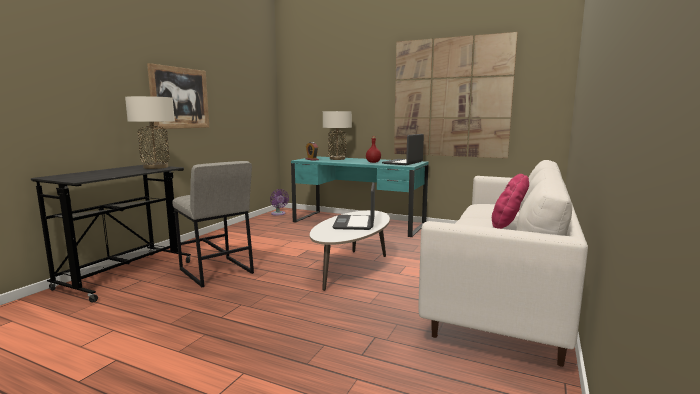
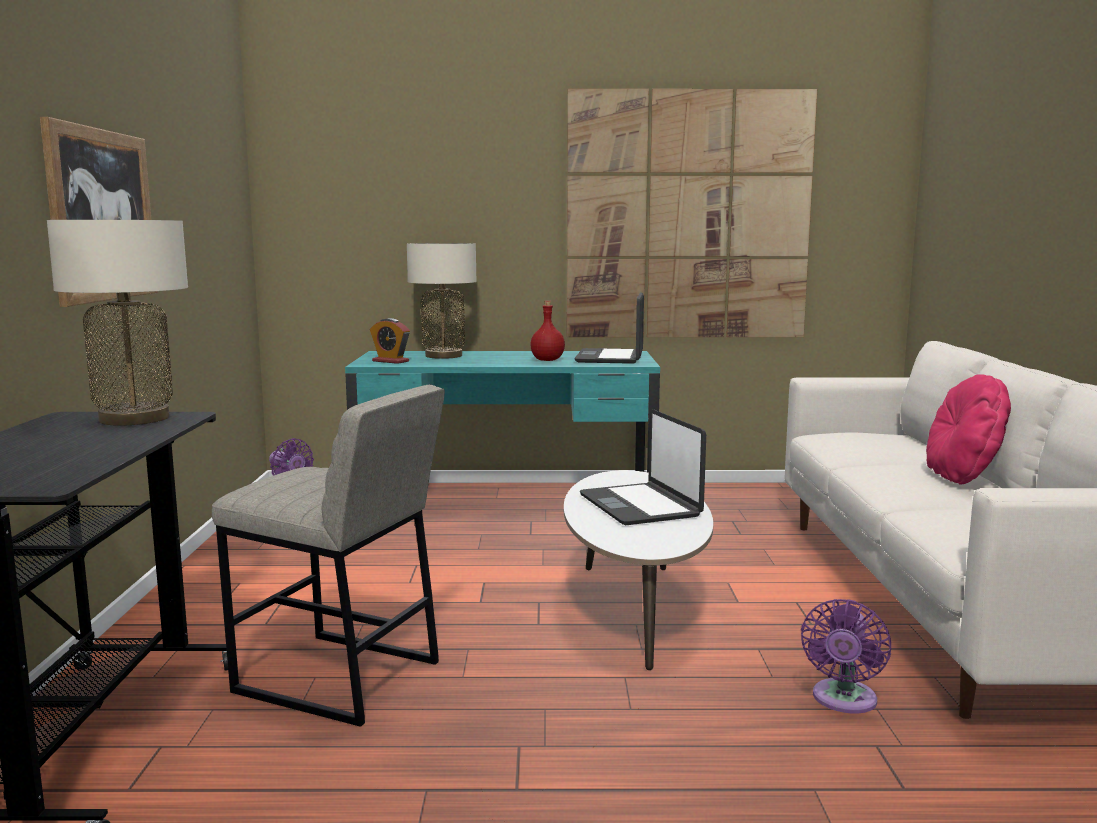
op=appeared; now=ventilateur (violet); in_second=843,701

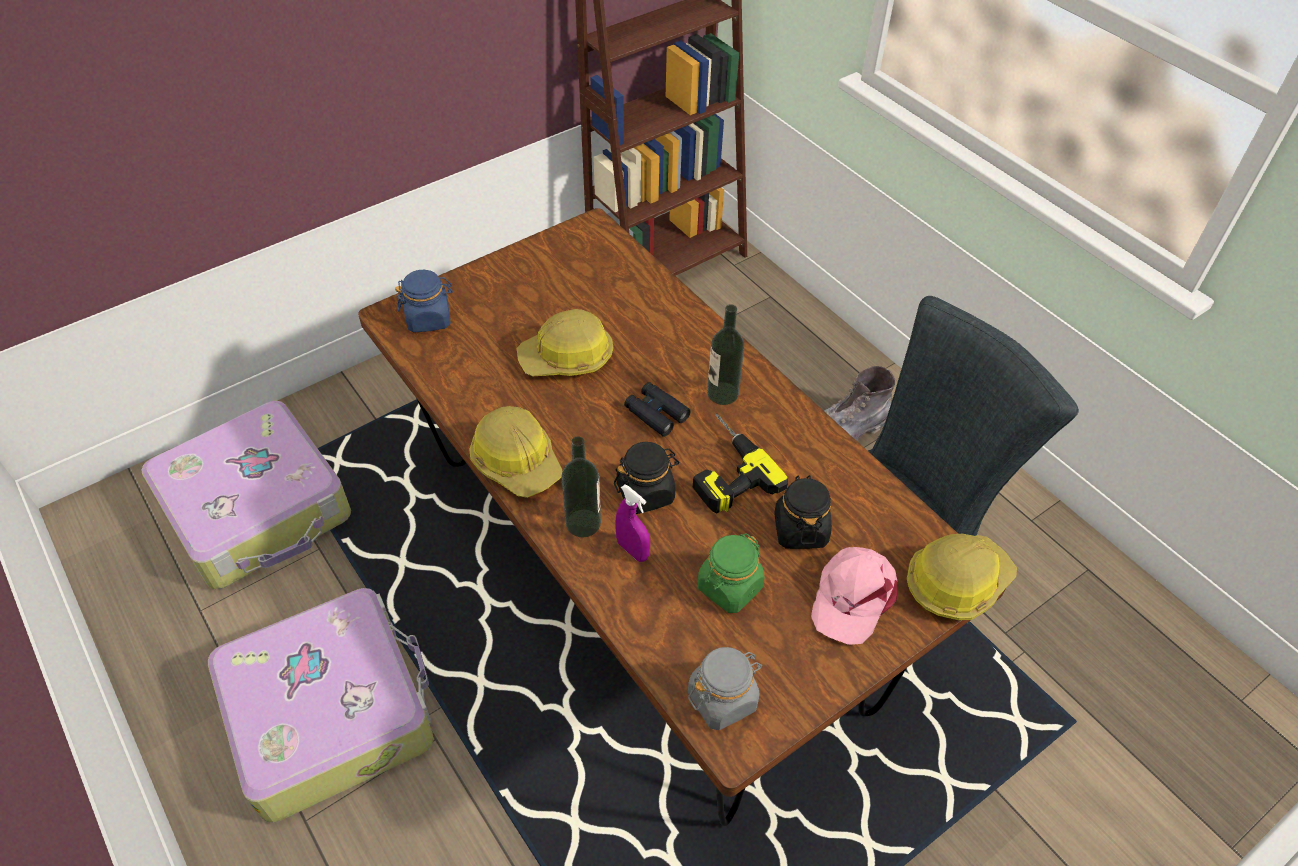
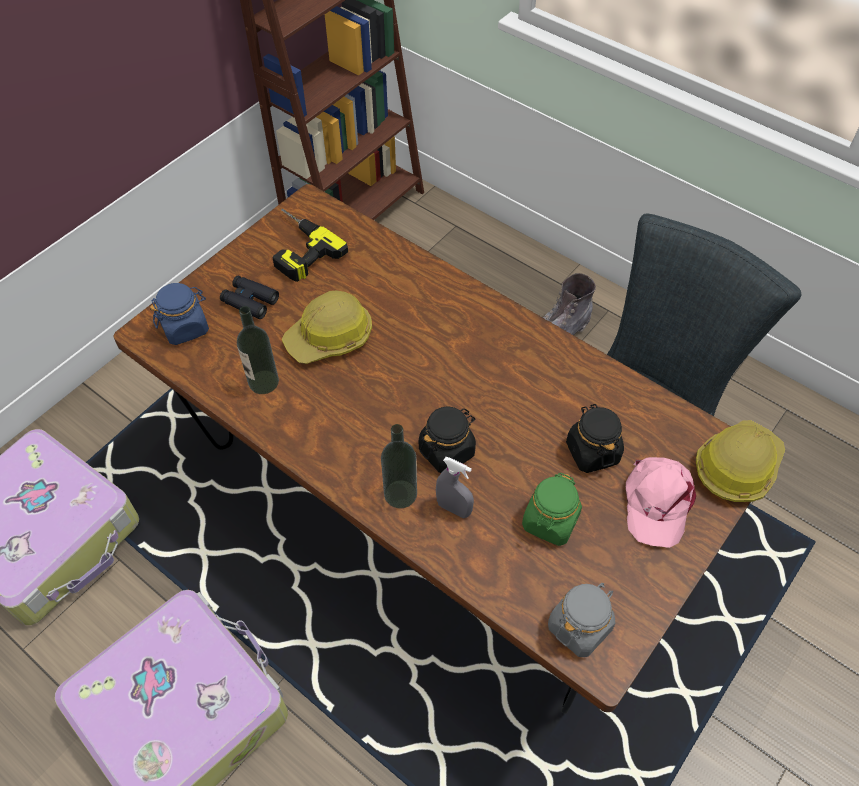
op=relocated; was=jumelles (noir); in_first=656,413; in_second=250,301
op=relocated; was=bouteille; in_first=722,393; in_second=263,382
op=relocated; was=perceuse; in_first=723,468; in_second=296,248
op=colour; was=vaporisateur (violet); now=vaporisateur (gris); in_first=632,550; in_second=454,508
op=missing; was=casque de chantier; in_first=517,461

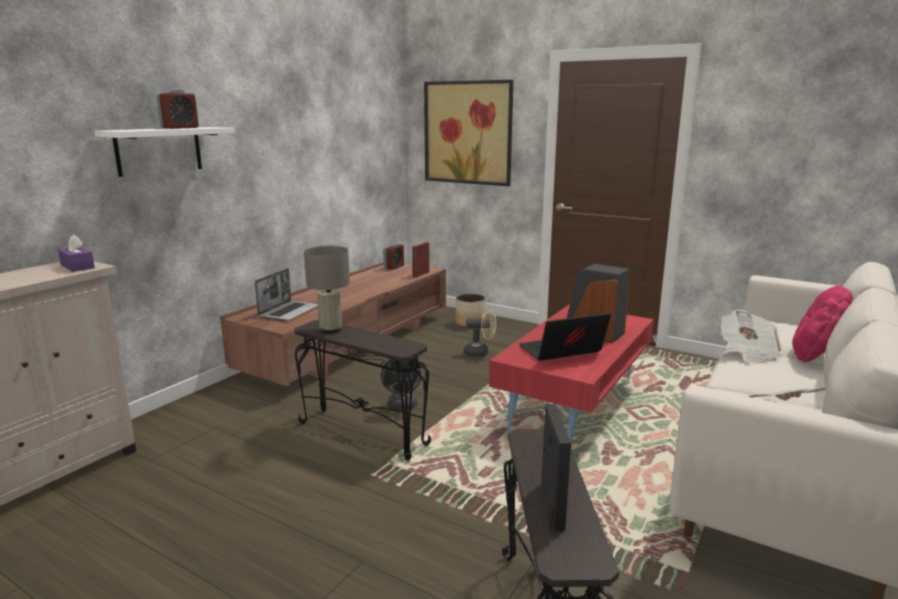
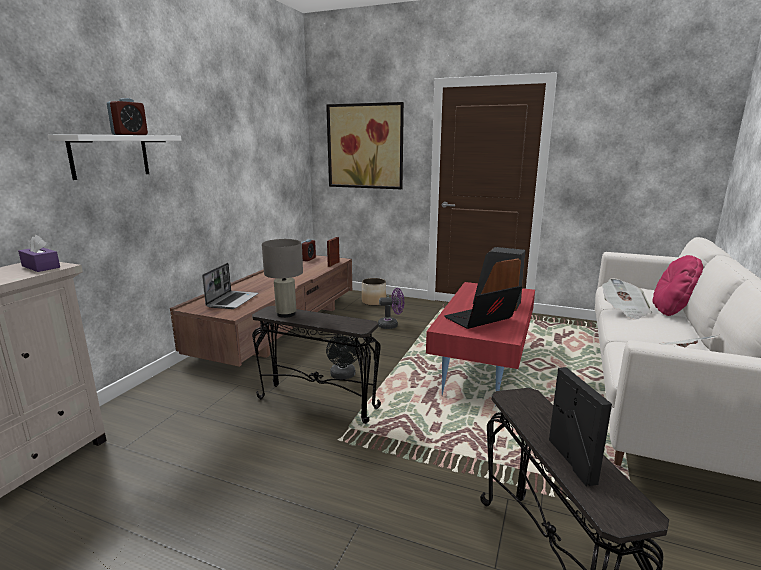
op=colour; was=ventilateur (beige); now=ventilateur (violet); in_first=480,352; in_second=391,325

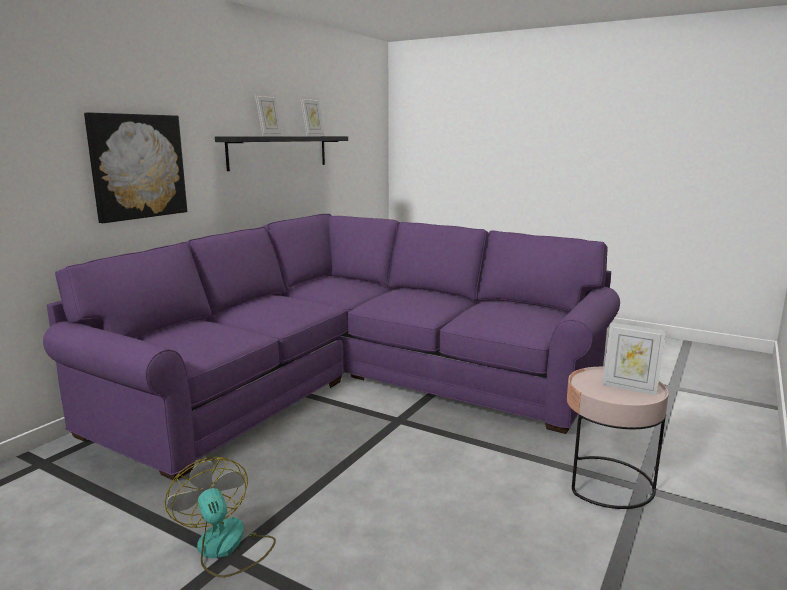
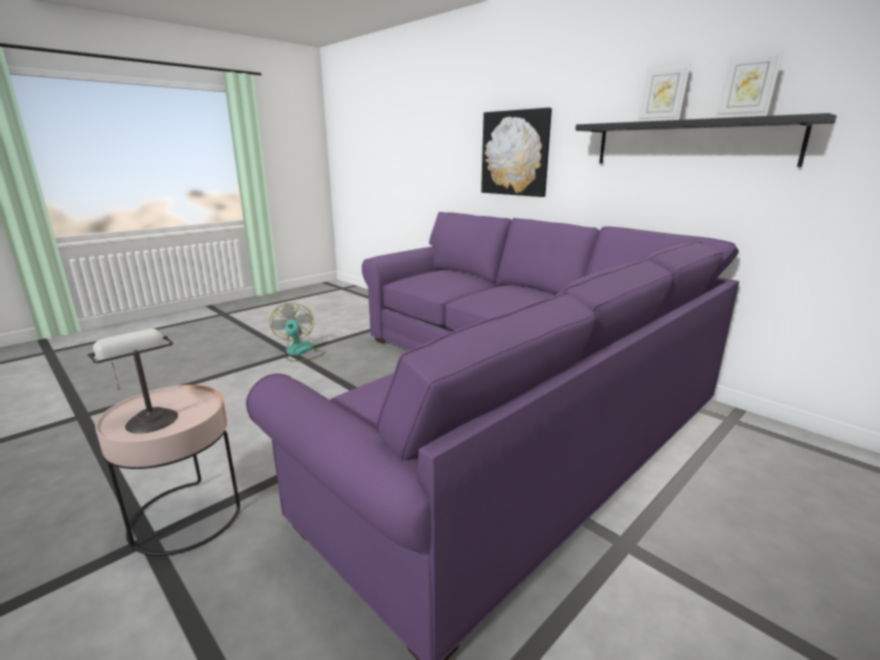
op=exchanged; was=cadre photo; now=lampe de table; in_first=629,388; in_second=147,417
op=spun; was=ventilateur; in_first=226,547; in_second=300,352; clockwise=-90

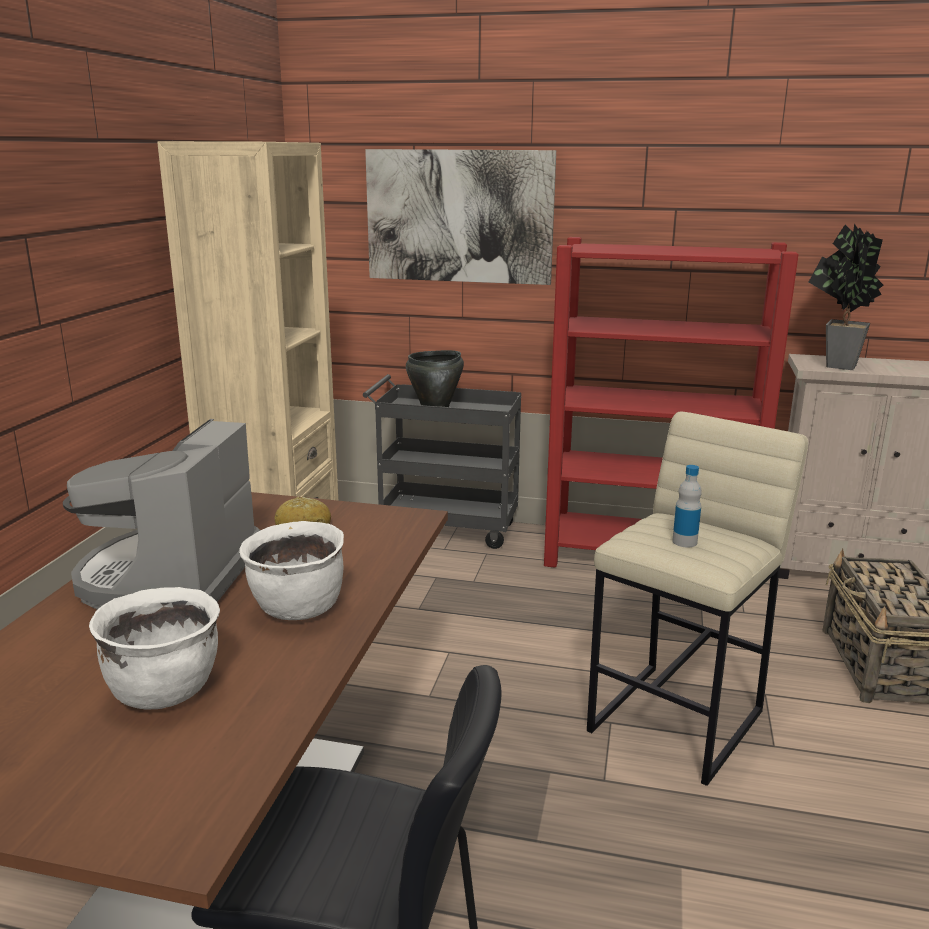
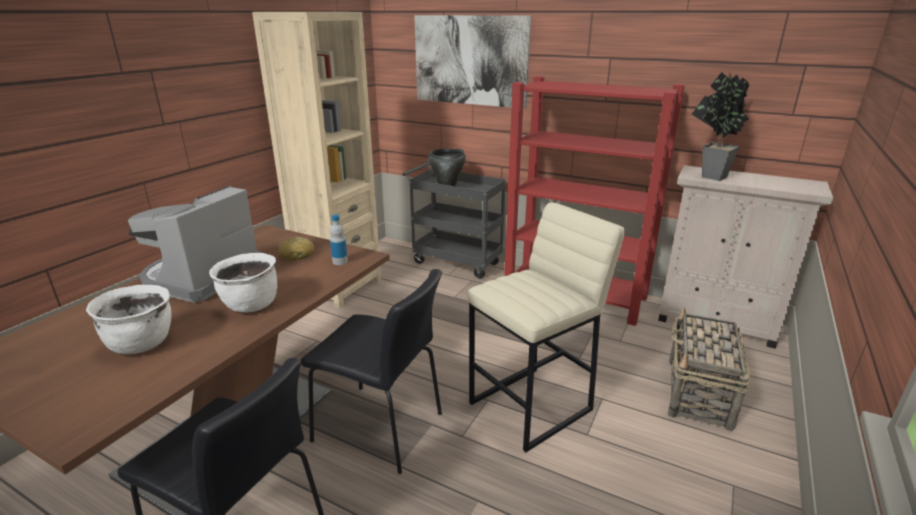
op=appeared; now=chaise (noir); in_second=382,428
op=relocated; was=bouteille; in_first=684,542; in_second=340,261

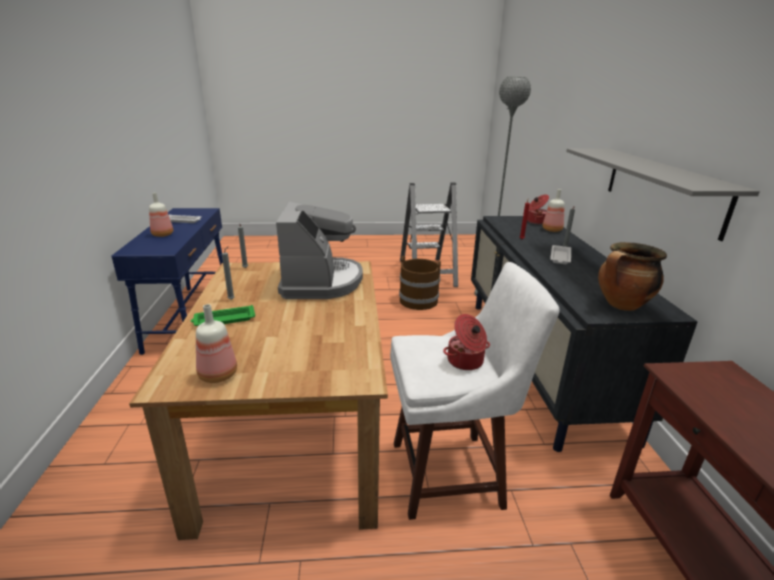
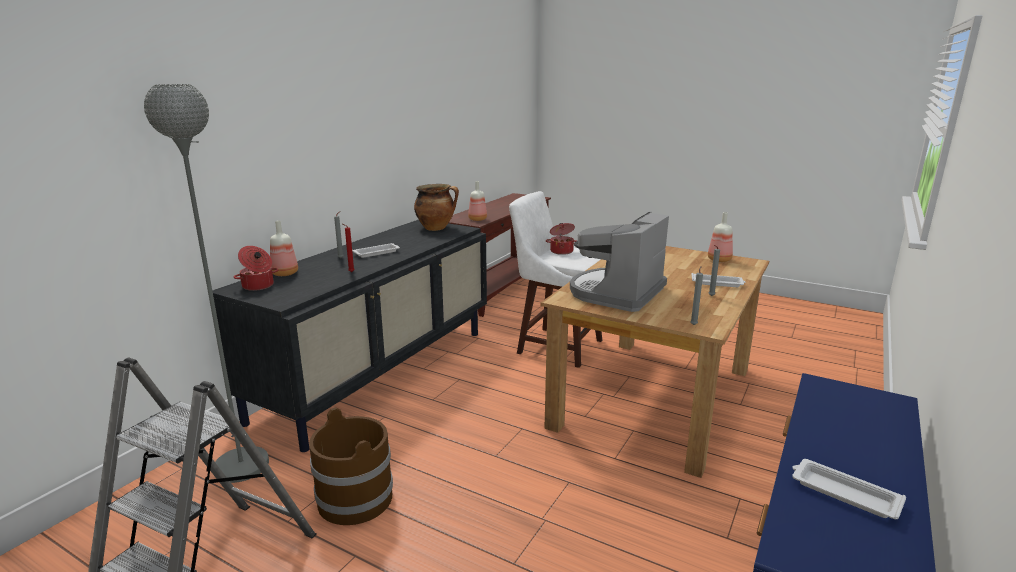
op=relocated; was=bouteille; in_first=162,234; in_second=477,219
op=colour; was=plateau (vert); now=plateau (blanc); in_first=223,320; in_second=717,283
op=missing; was=étagère (gris); in_first=662,188

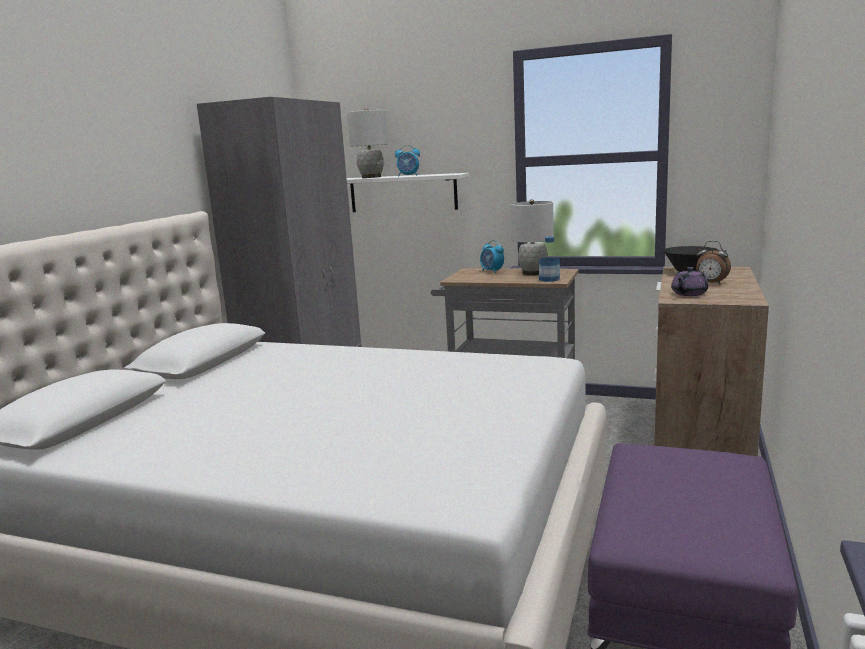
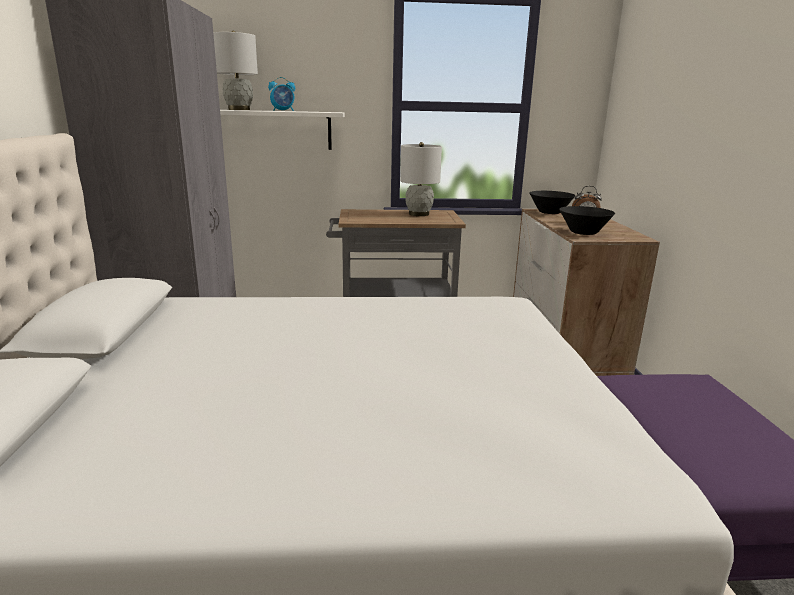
op=exchanged; was=théière (violet); now=bol (noir); in_first=688,294; in_second=583,232
op=missing; was=réveil; in_first=492,271
op=missing; was=bouteille; in_first=549,279

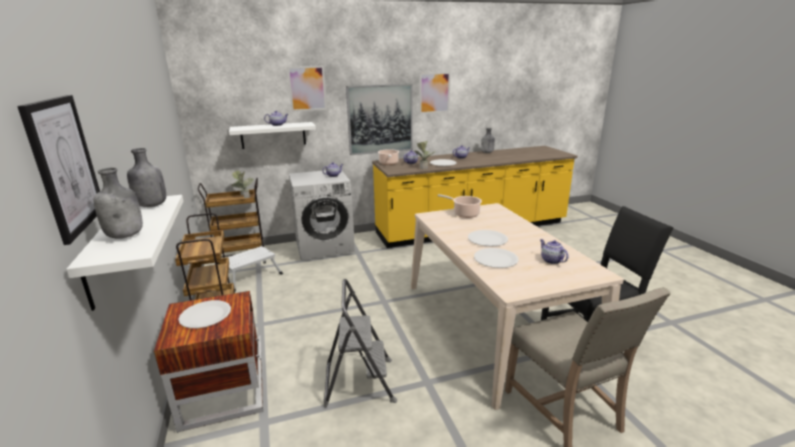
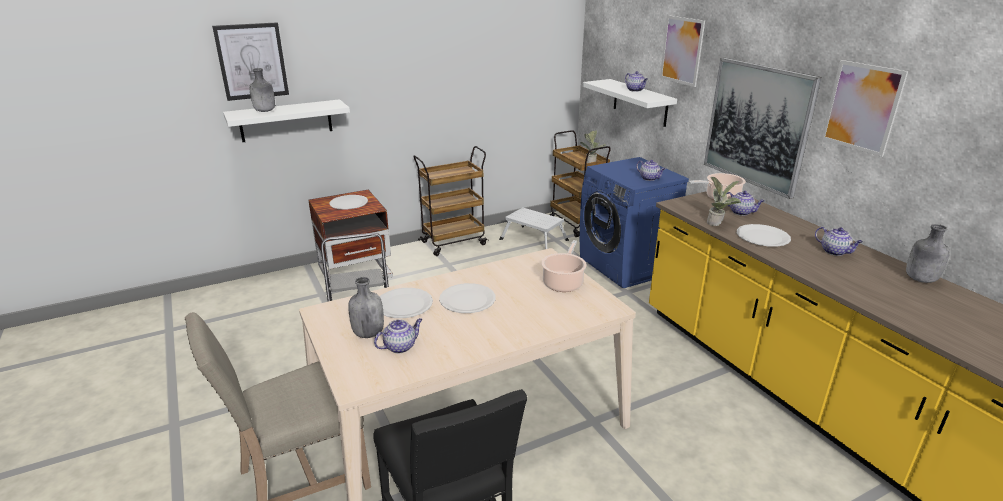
op=relocated; was=bouteille (gris); in_first=151,205; in_second=368,333
op=colour; was=lave-linge (blanc); now=lave-linge (bleu); in_first=325,248; in_second=625,267

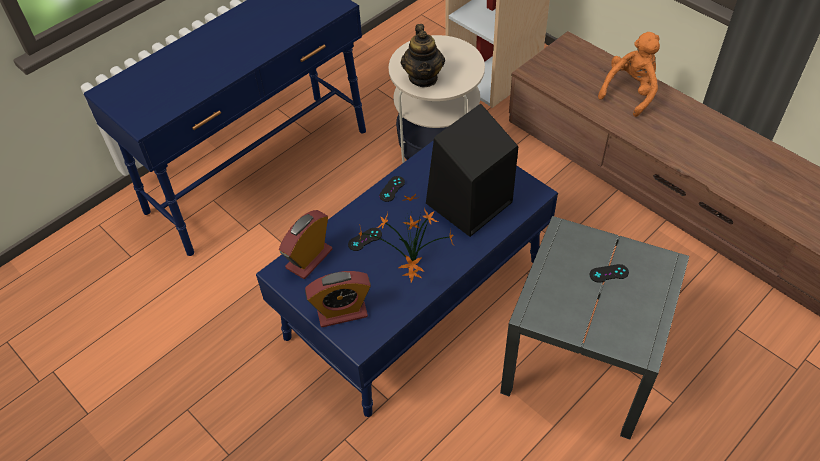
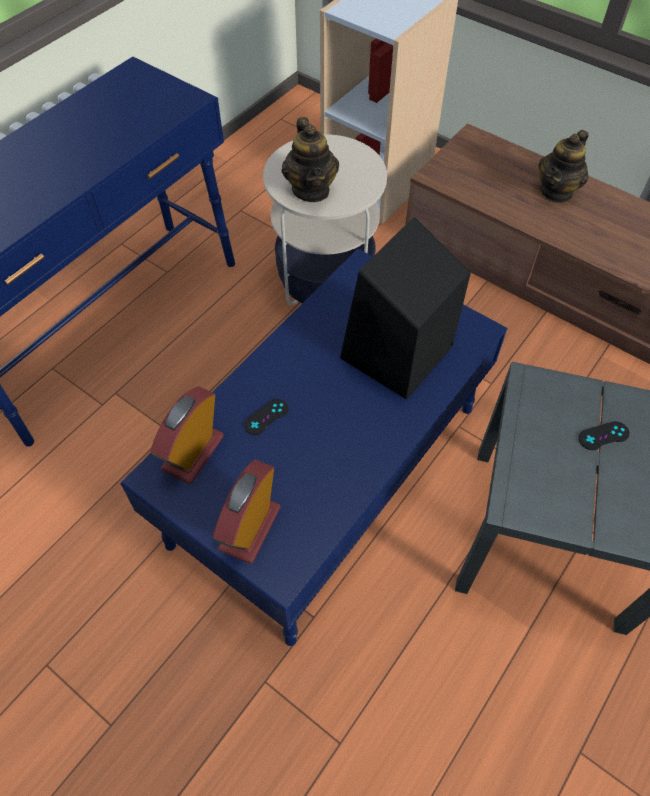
op=spun; was=réveil; in_first=342,312; in_second=250,528; clockwise=135
op=exchanged; was=peluche (orange); now=théière; in_first=630,92; in_second=556,191
op=missing; was=plante en pot; in_first=412,267
op=missing; was=manette (noir); in_first=392,189

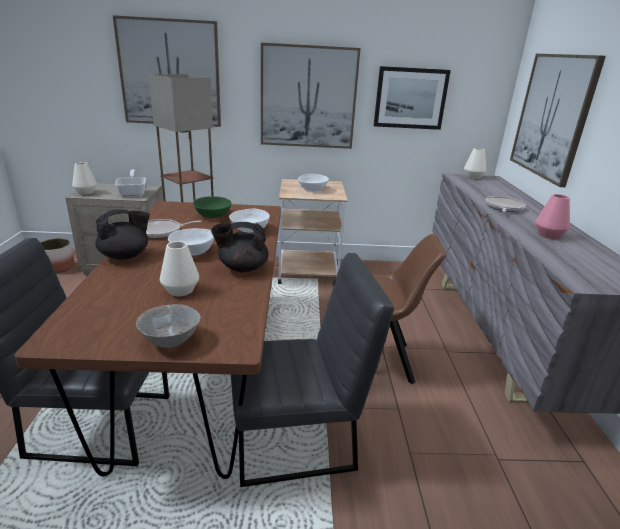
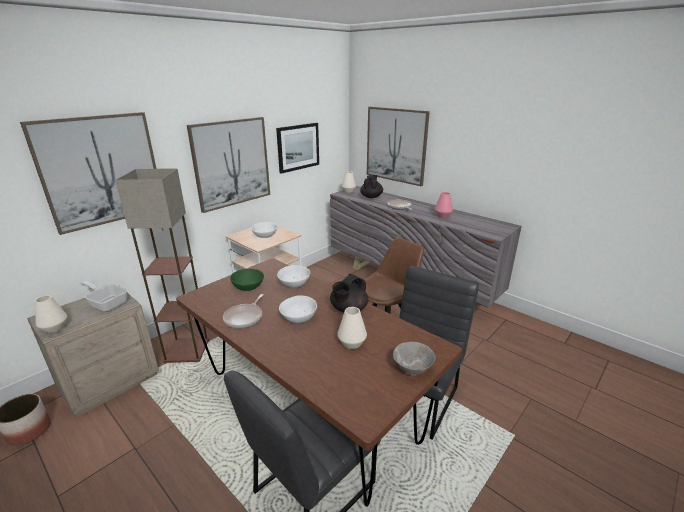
op=relocated; was=théière (noir); in_first=125,256; in_second=371,197

